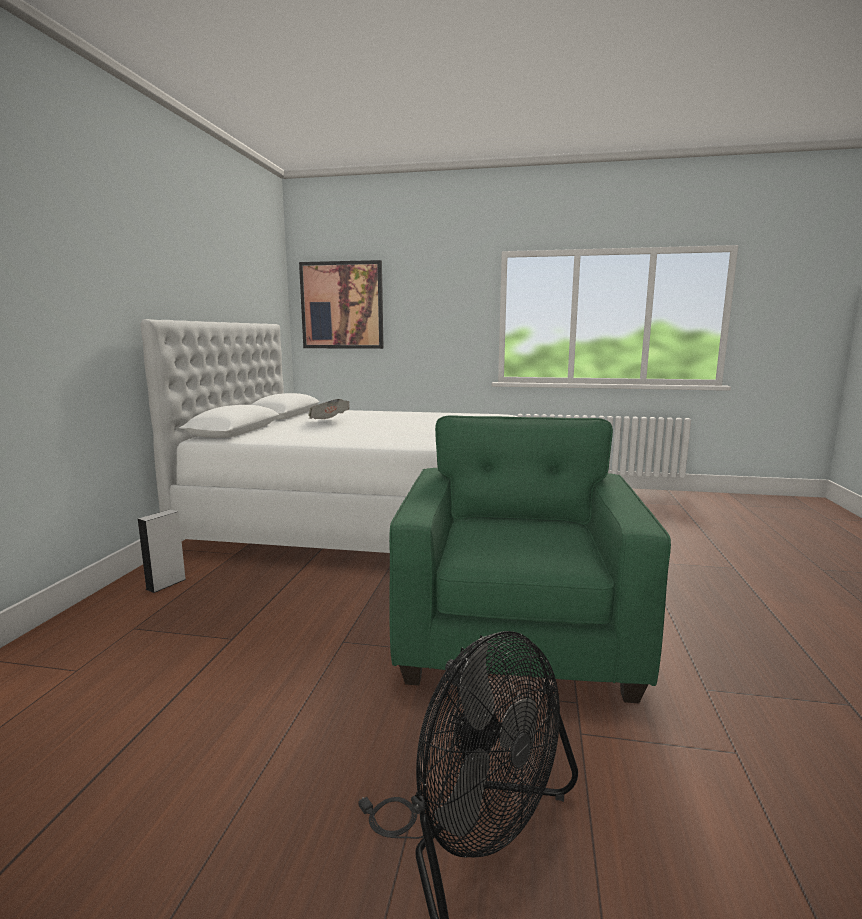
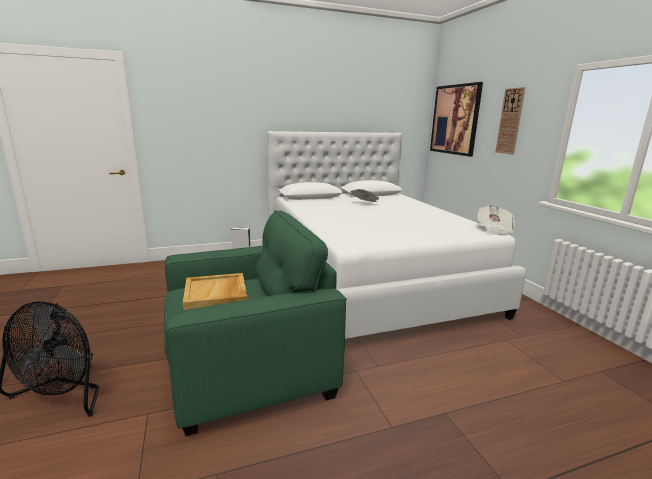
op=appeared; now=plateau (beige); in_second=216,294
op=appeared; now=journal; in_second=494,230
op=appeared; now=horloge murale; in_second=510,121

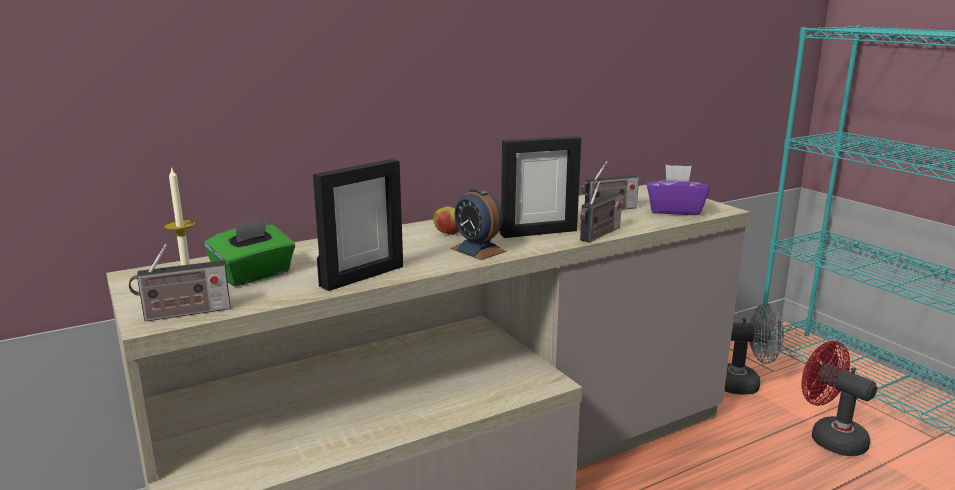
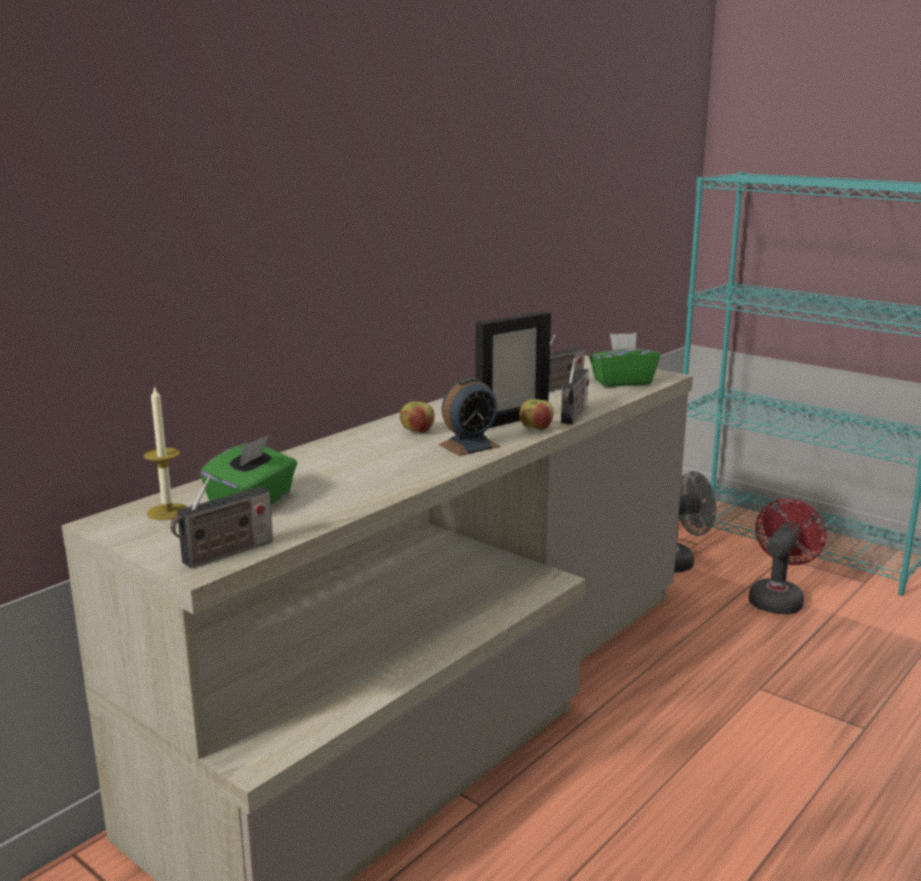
op=spun; was=réveil; in_first=478,250; in_second=469,445; clockwise=-60
op=appeared; now=pomme; in_second=536,429
op=colour; was=boîte à mouchoirs (violet); now=boîte à mouchoirs (vert); in_first=674,210; in_second=622,382
op=spun; was=ventilateur (rouge); in_first=830,437; in_second=778,598; clockwise=90
op=missing; was=cadre photo; in_first=362,276

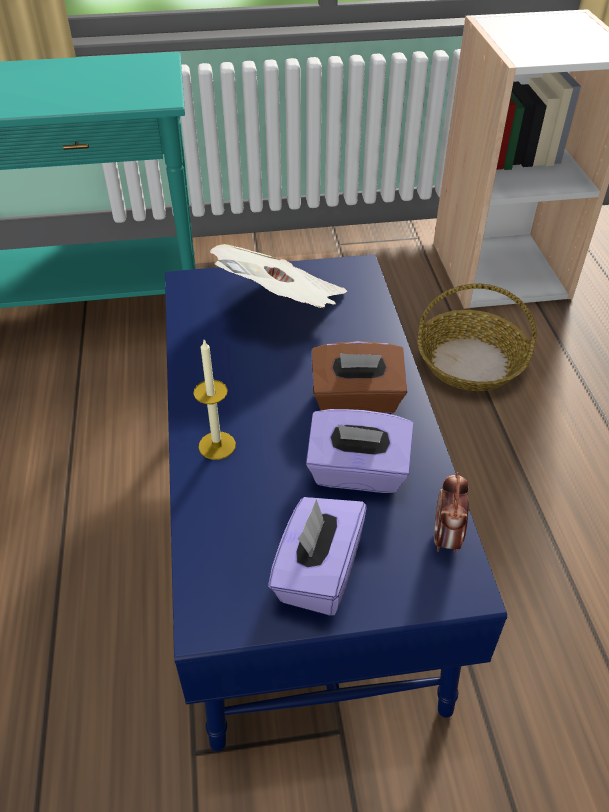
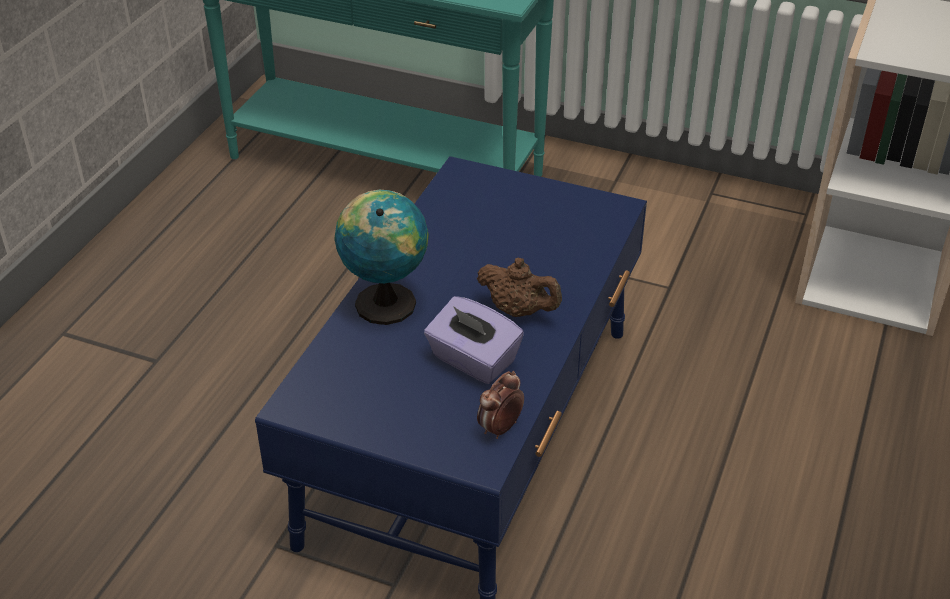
op=exchanged; was=bougie; now=globe; in_first=217,445; in_second=385,301
op=exchanged; was=boîte à mouchoirs (marron); now=théière (marron); in_first=356,400; in_second=519,311
op=missing; was=journal; in_first=283,305
op=missing; was=boîte à mouchoirs (violet); in_first=317,572
op=missing; was=panier; in_first=471,362

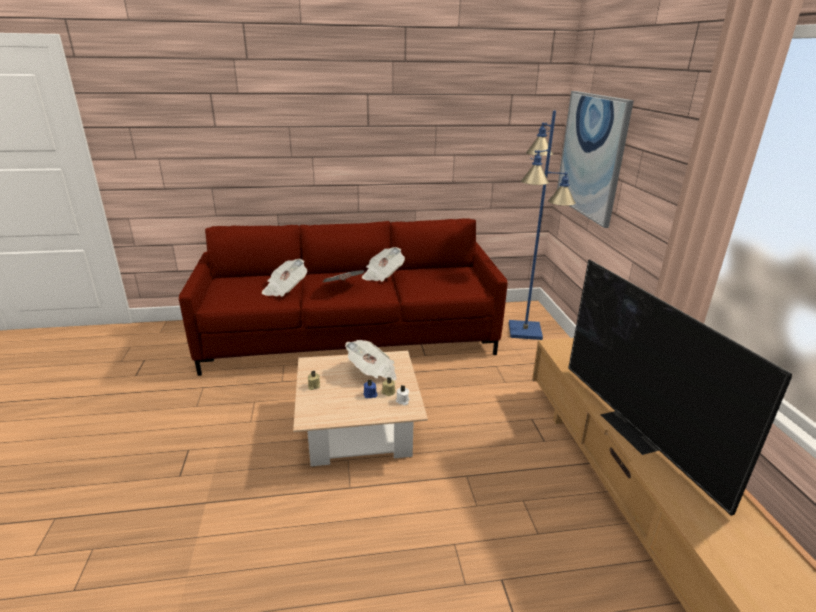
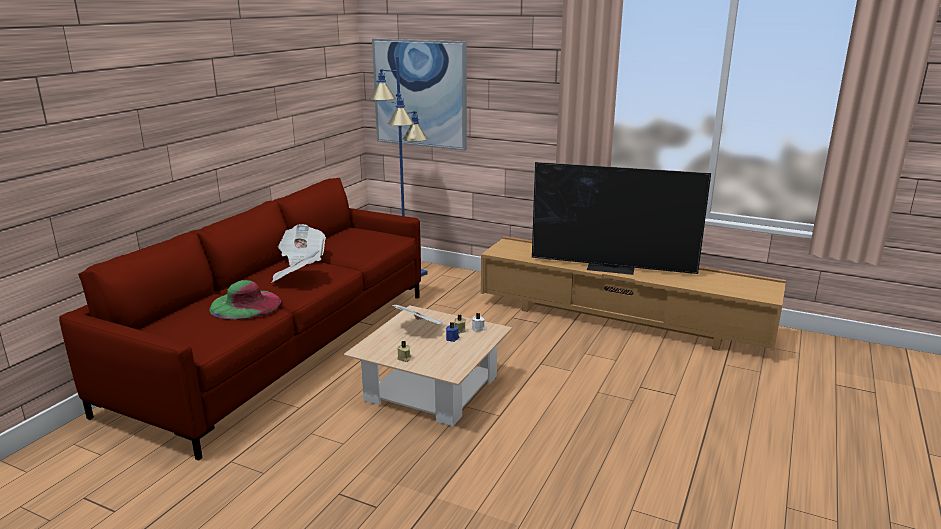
op=exchanged; was=journal; now=chapeau (vert); in_first=285,289; in_second=245,304

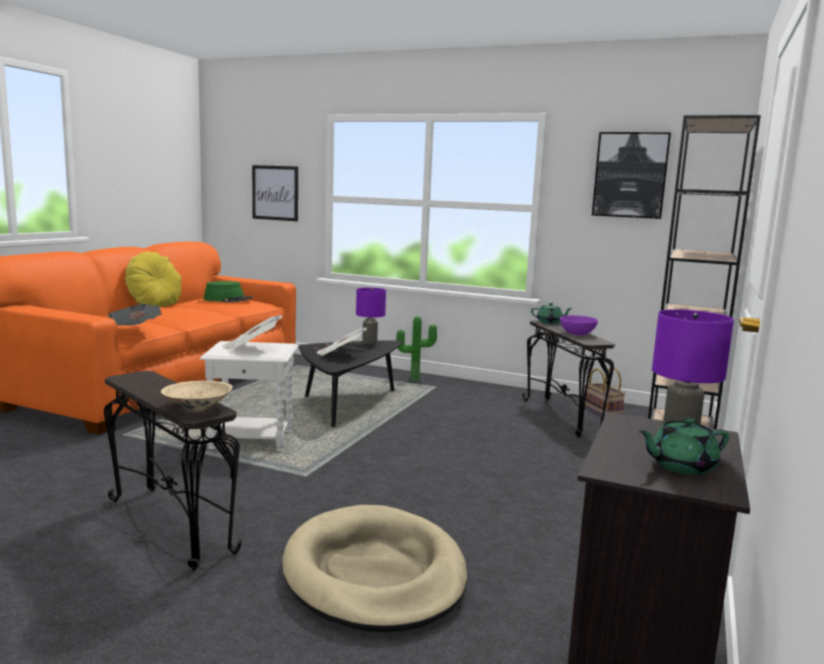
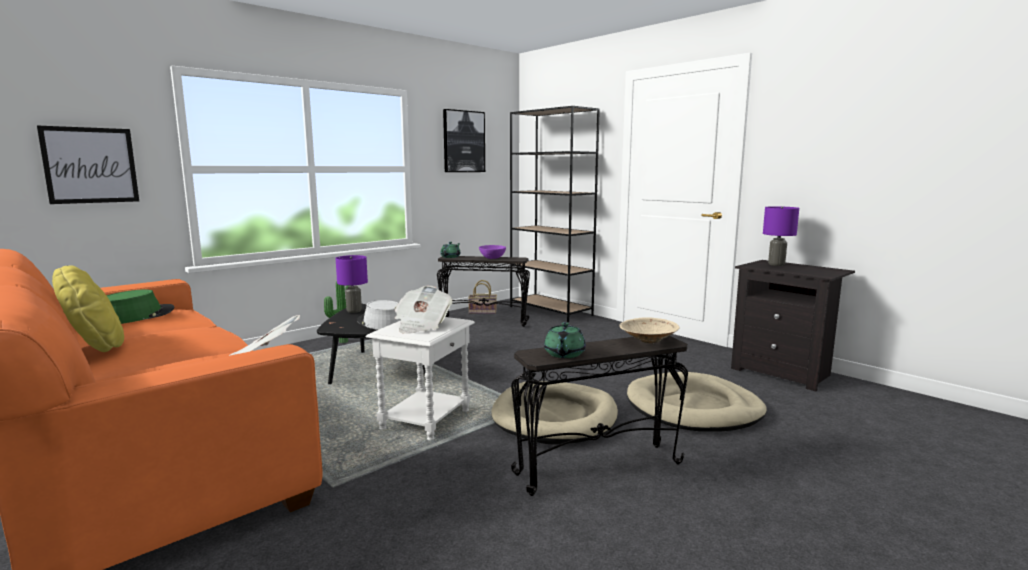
op=exchanged; was=journal; now=chapeau (gris); in_first=340,355; in_second=381,323
op=appeared; now=panier pour chien (beige); in_second=555,417
op=relocated; was=théière (vert); in_first=681,466; in_second=564,354

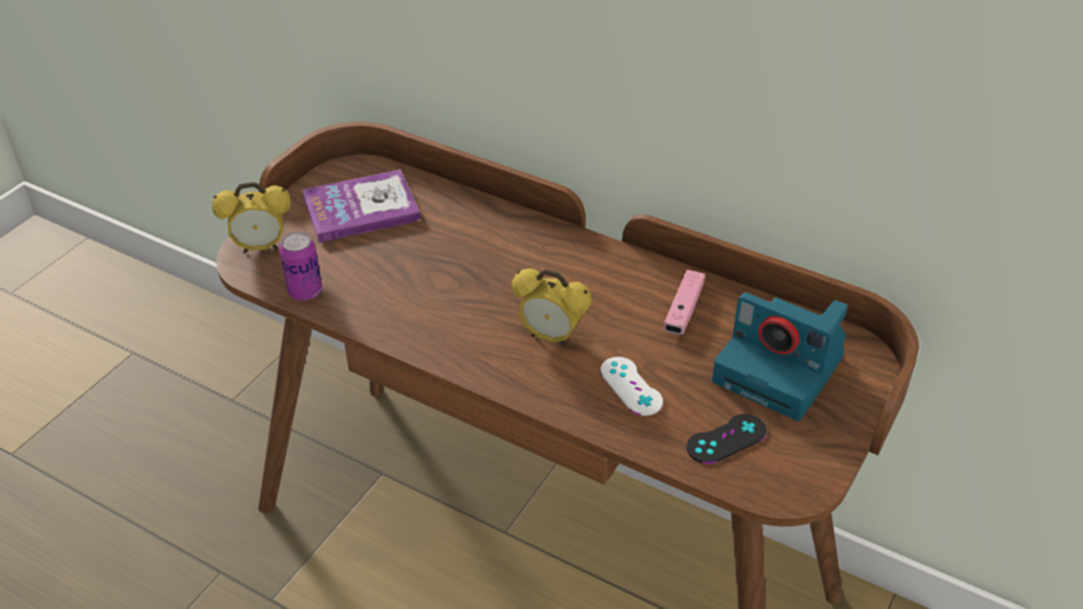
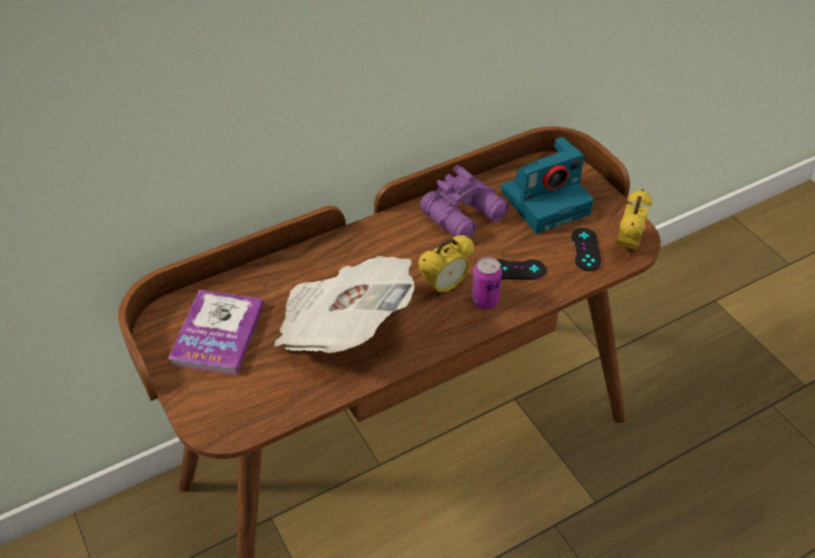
op=appeared; now=journal; in_second=343,327
op=exchanged; was=manette (rose); now=jumelles (violet); in_first=683,310; in_second=466,216
op=relocated; was=boîte métallique; in_first=305,291; in_second=484,301
op=colour; was=manette (blanc); now=manette (noir); in_first=631,386; in_second=516,270
op=relocated; was=réveil; in_first=261,247; in_second=628,246

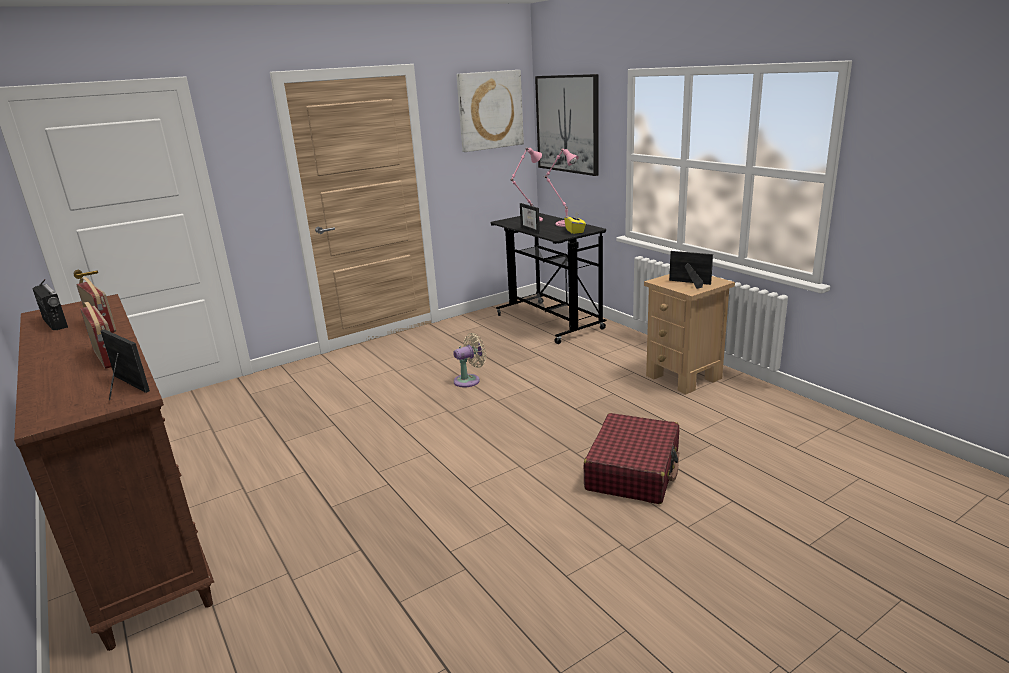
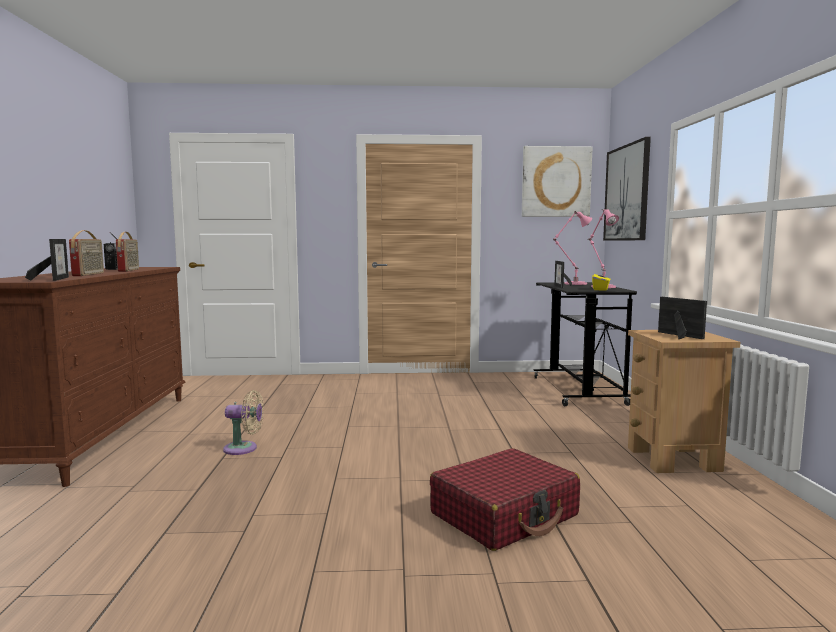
op=relocated; was=ventilateur (beige); in_first=469,380; in_second=244,449

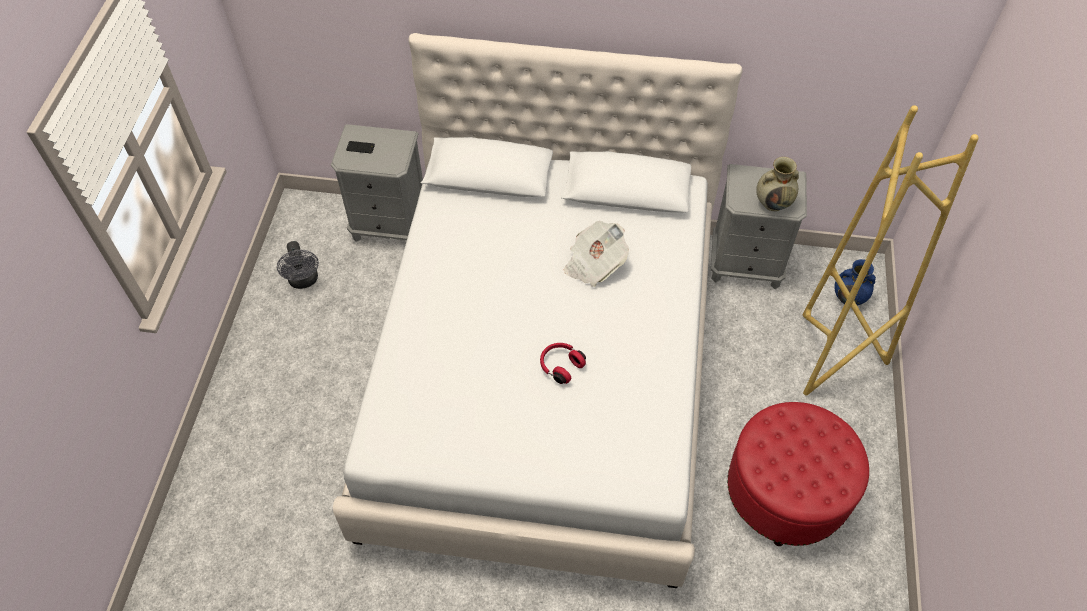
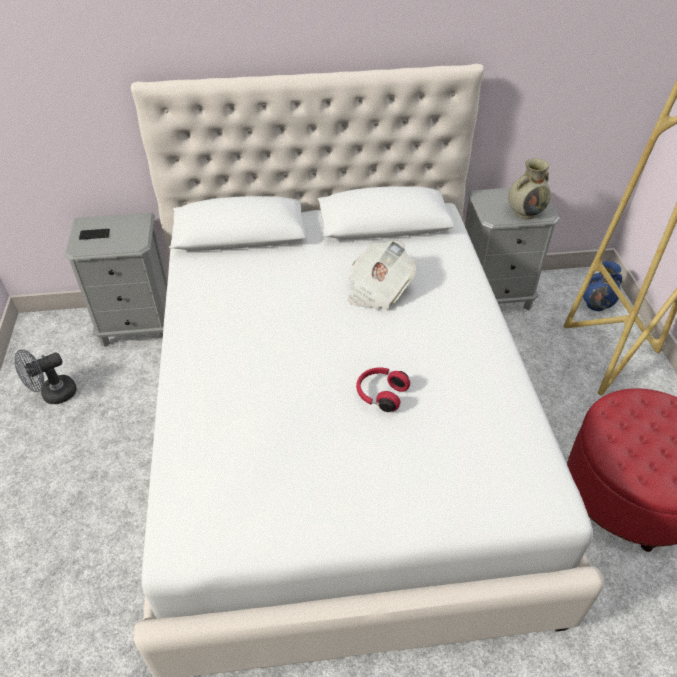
op=spun; was=ventilateur (gris); in_first=304,281; in_second=53,395; clockwise=90

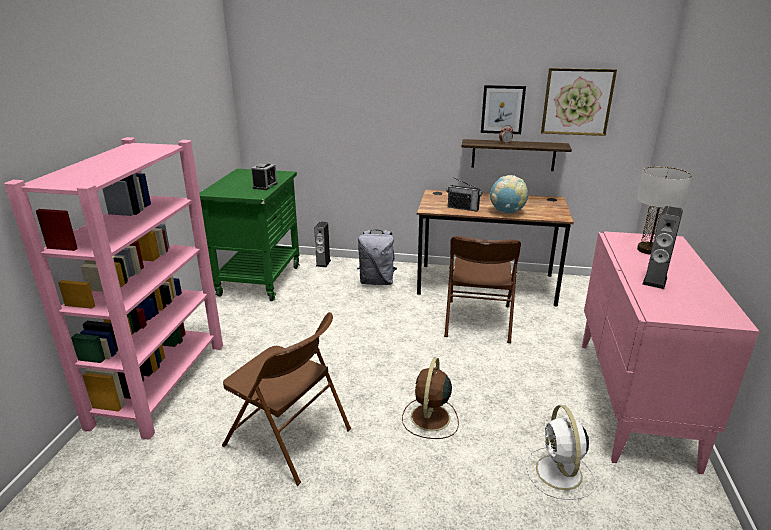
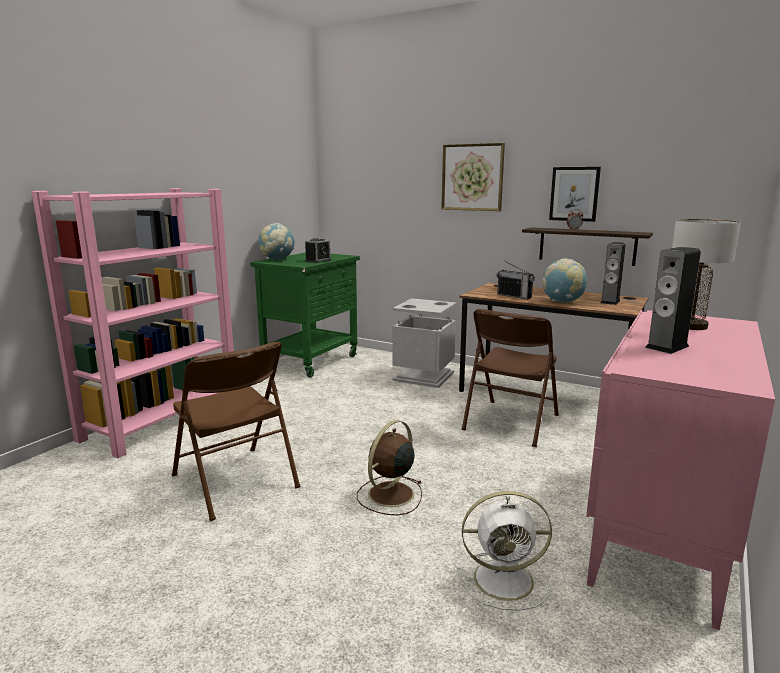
op=appeared; now=globe; in_second=277,259
op=exchanged; was=sac à dos (gris); now=poubelle (gris); in_first=377,281; in_second=424,376
op=relocated; was=tableau; in_first=577,102; in_second=472,177
op=spun; was=ventilateur (blanc); in_first=559,474; in_second=506,579; clockwise=-105
op=relocated; was=enceinte; in_first=323,263; in_second=610,301

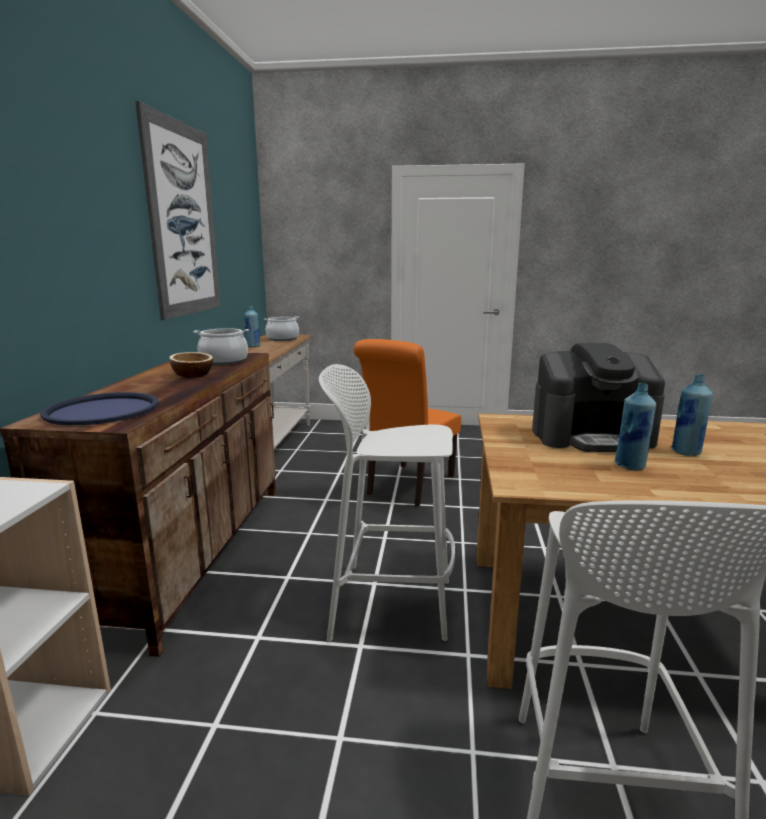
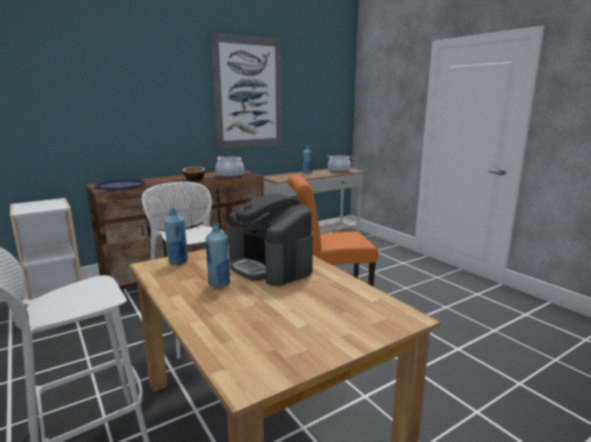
op=relocated; was=bouteille (bleu); in_first=686,452; in_second=178,262

